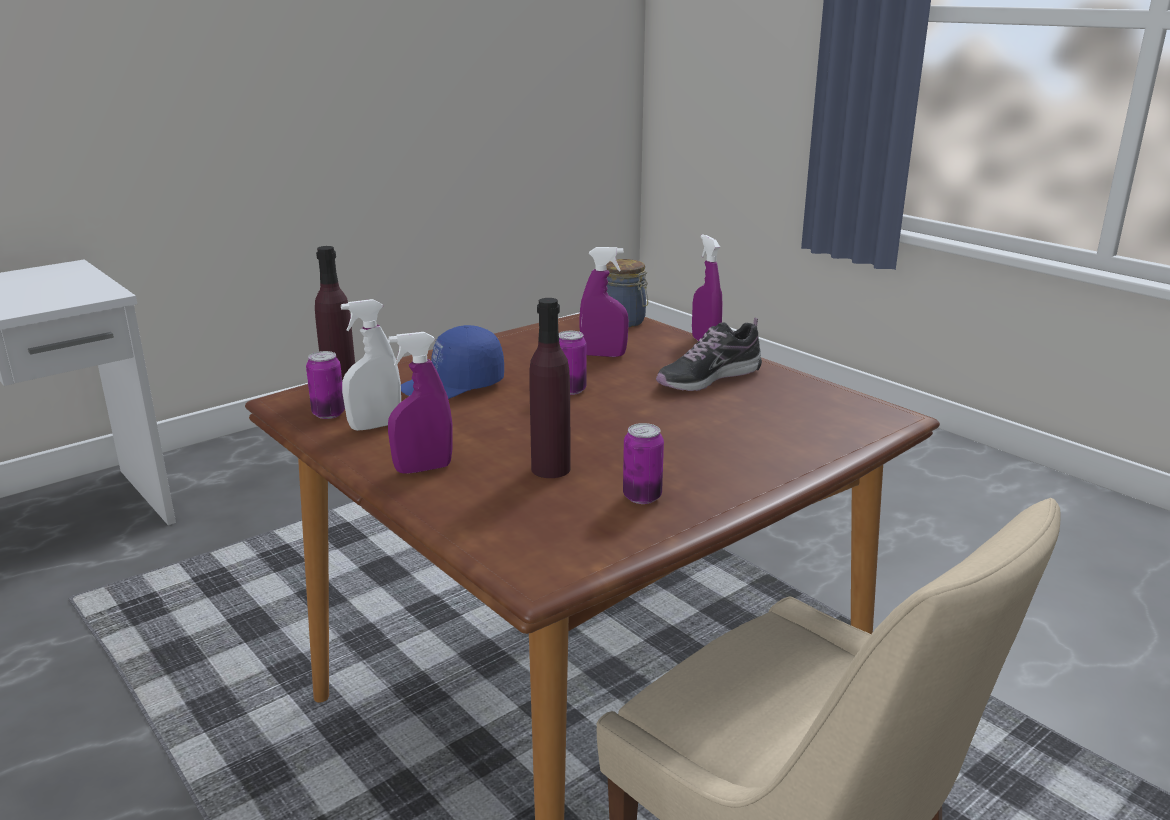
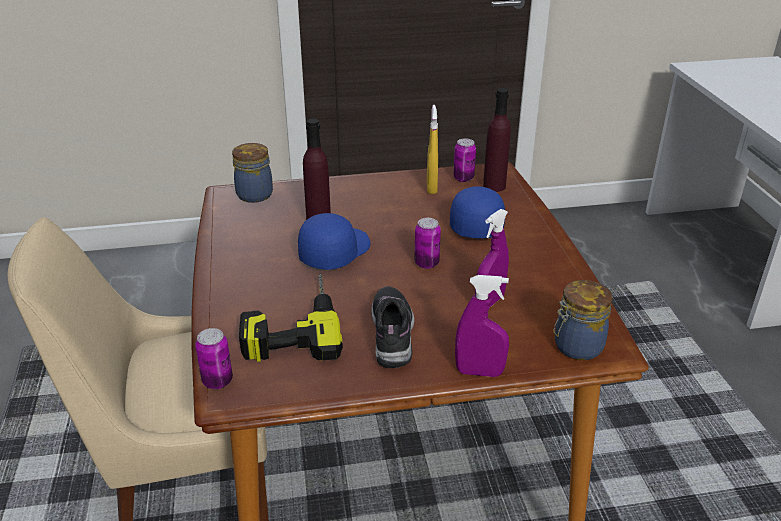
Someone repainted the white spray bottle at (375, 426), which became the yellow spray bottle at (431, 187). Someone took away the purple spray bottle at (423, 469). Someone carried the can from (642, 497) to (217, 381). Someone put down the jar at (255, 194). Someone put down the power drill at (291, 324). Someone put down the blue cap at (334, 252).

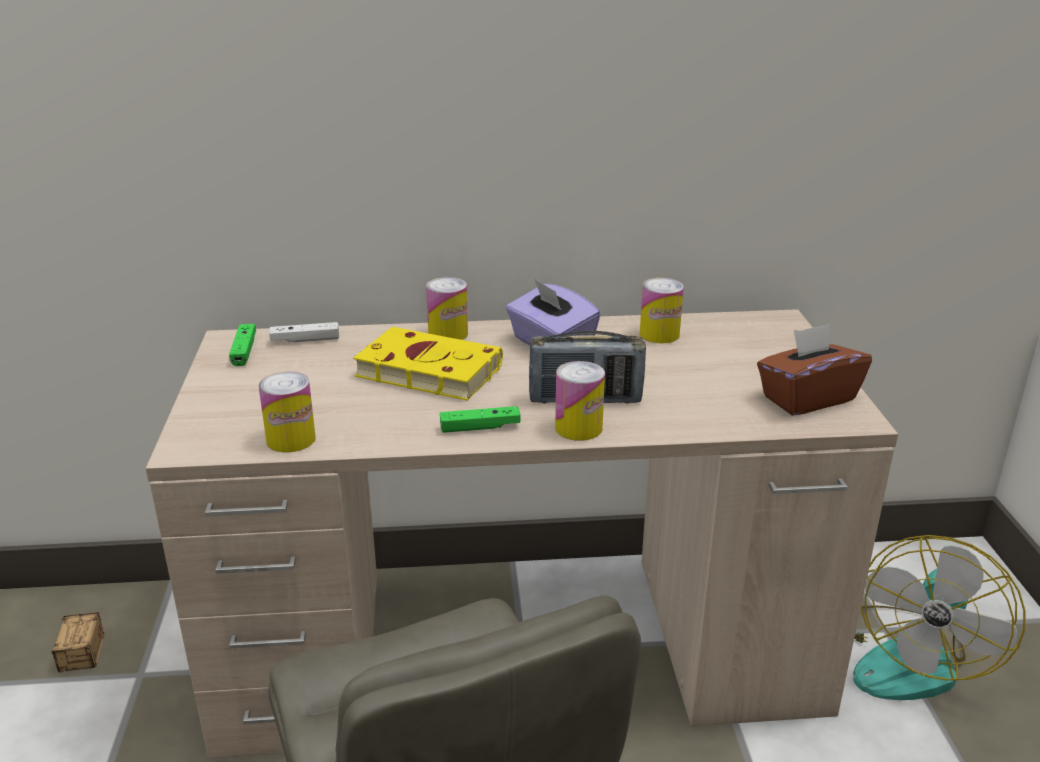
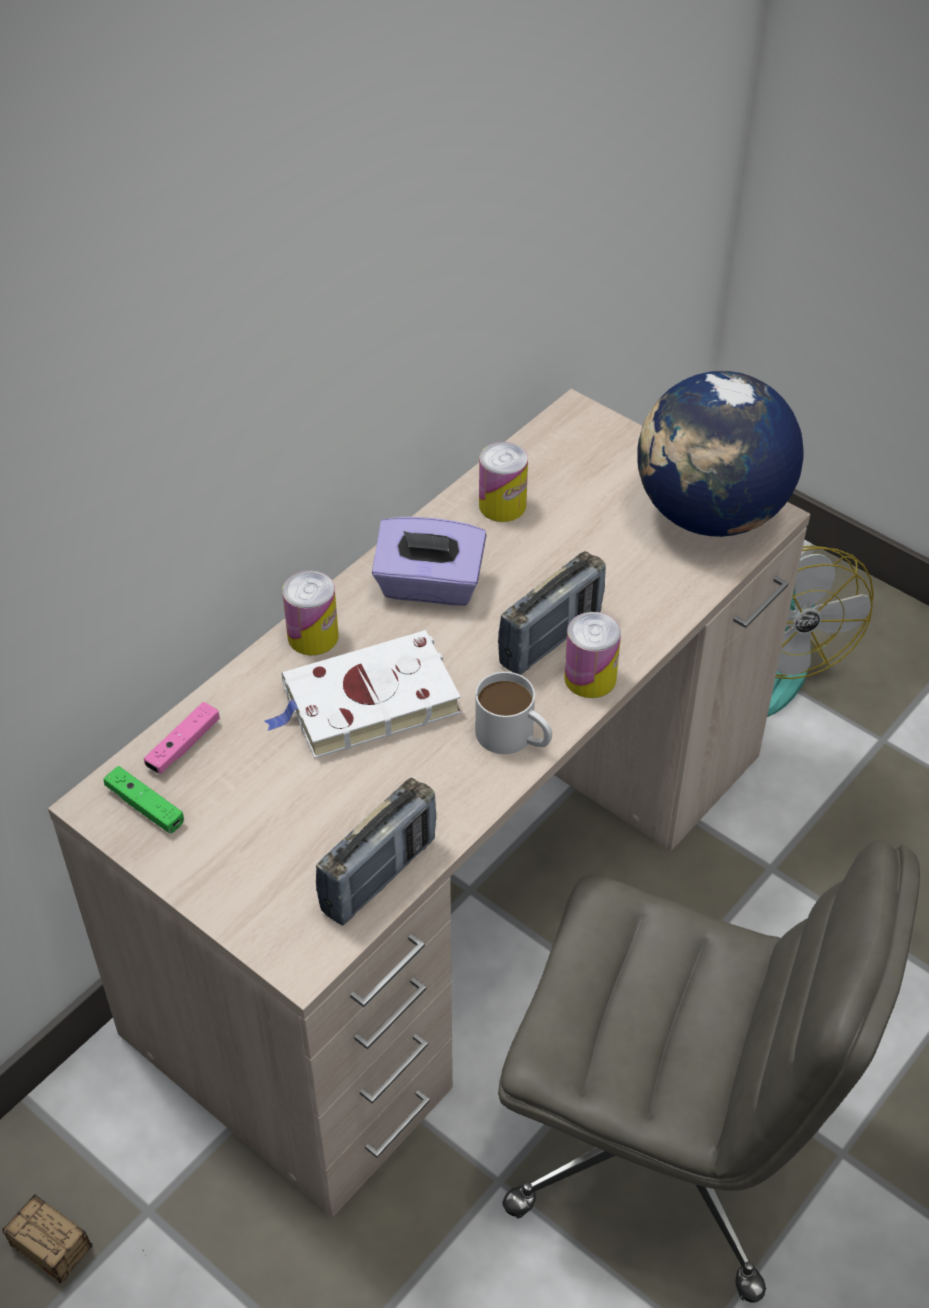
Someone swapped the can at (291, 439) for the radio at (379, 875). Someone repainted the white game controller at (305, 340), which became the pink game controller at (183, 745). Someone repainted the yellow book at (424, 371), which became the white book at (366, 703). Someone swapped the green game controller at (480, 427) for the white mug at (514, 737). Someone swapped the brown tissue box at (807, 398) for the globe at (710, 514).

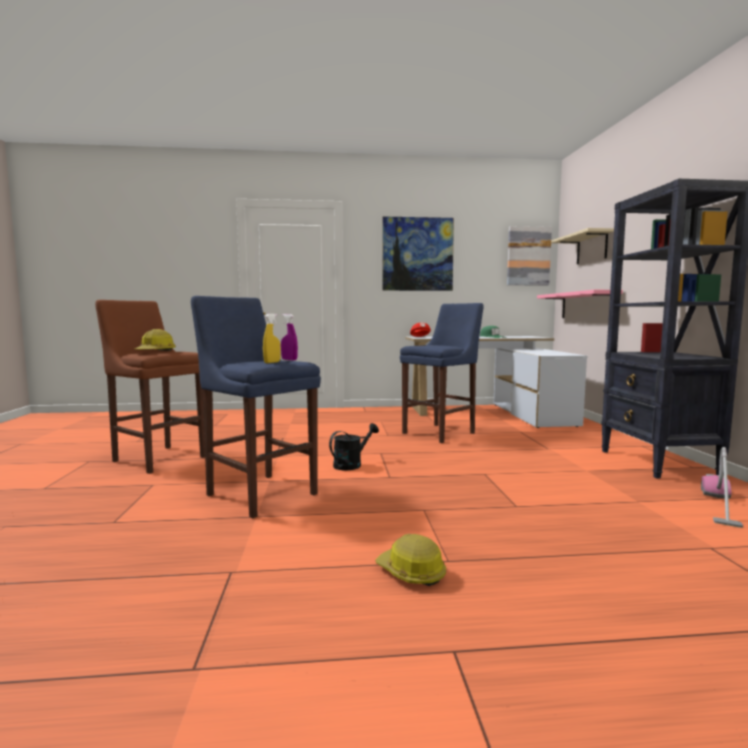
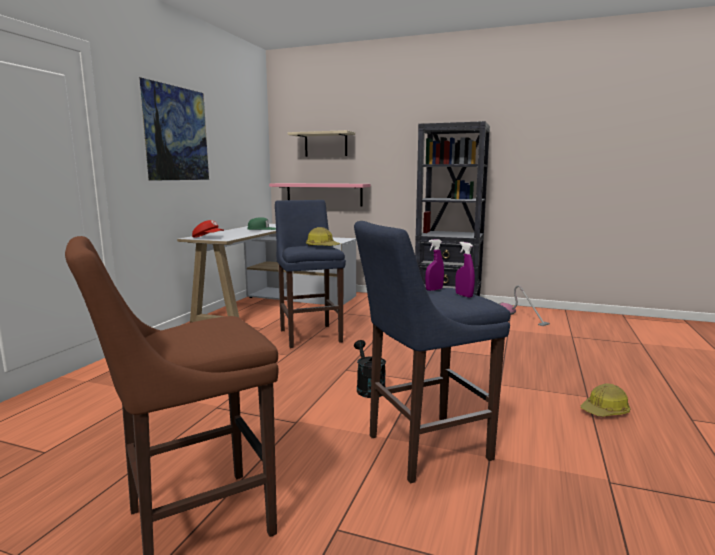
Someone carried the hard hat from (156, 352) to (322, 247). Someone repainted the yellow spray bottle at (272, 362), which became the purple spray bottle at (464, 295). Someone took away the picture at (528, 256).

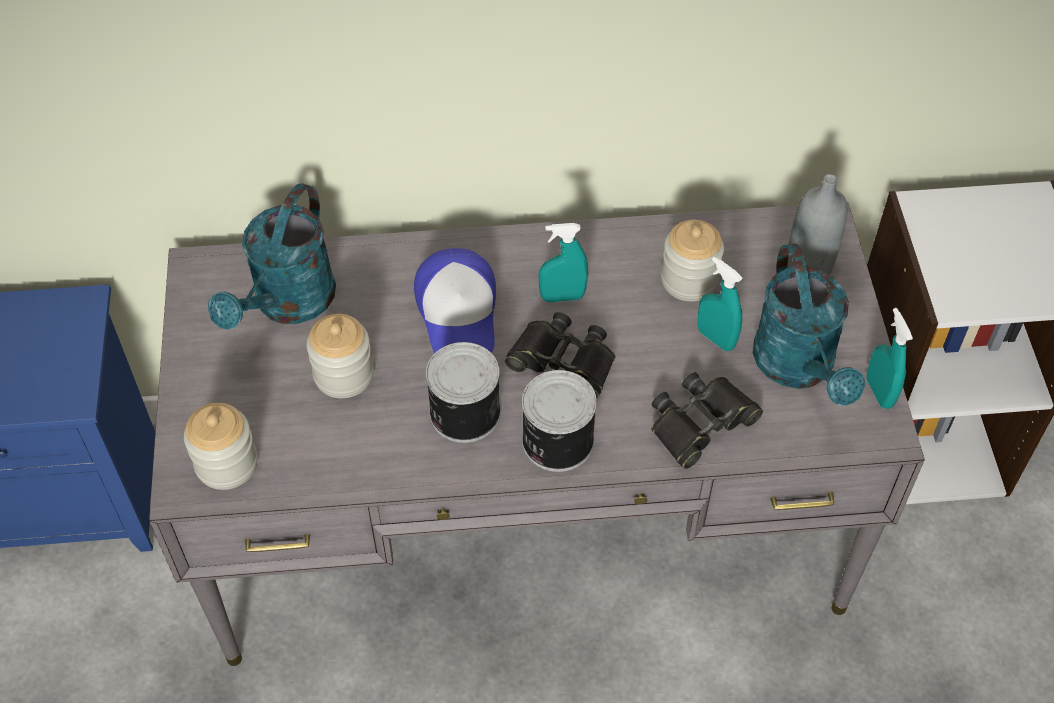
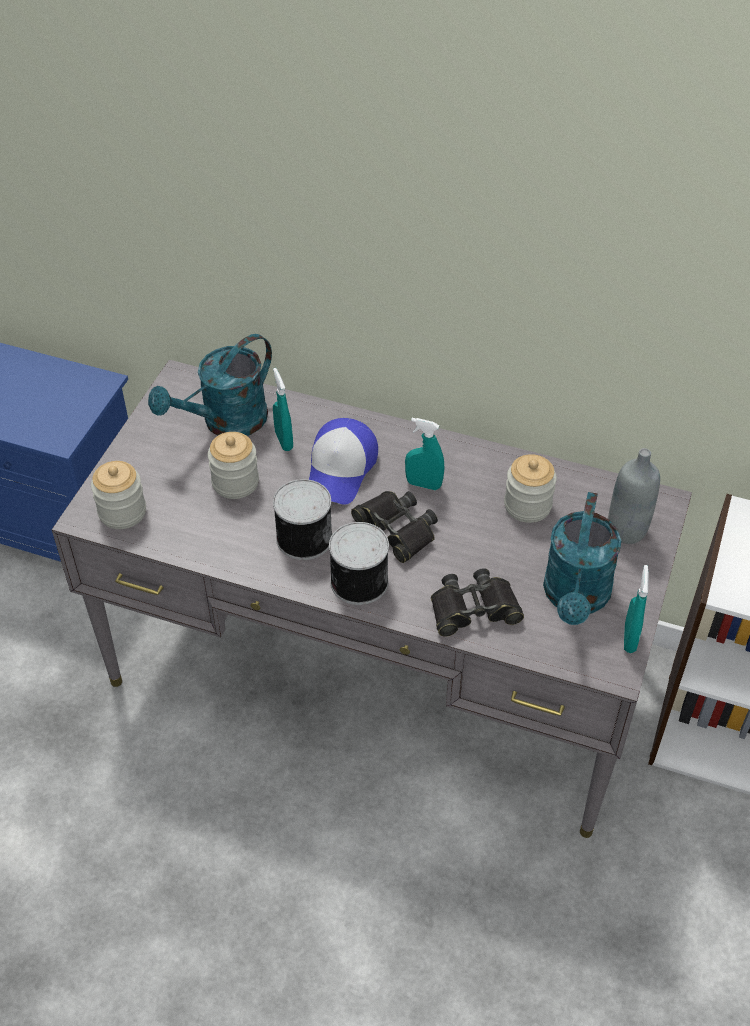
Someone carried the turquoise spray bottle from (716, 338) to (284, 441).

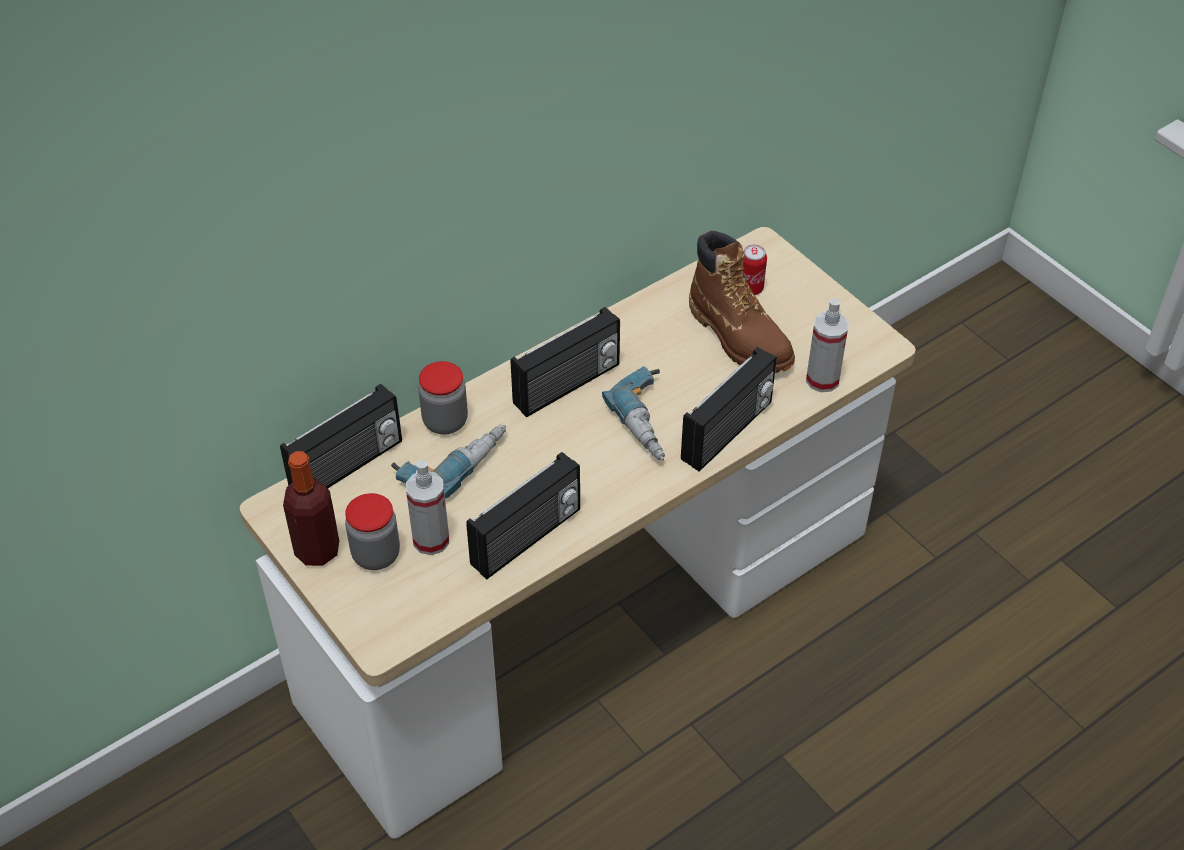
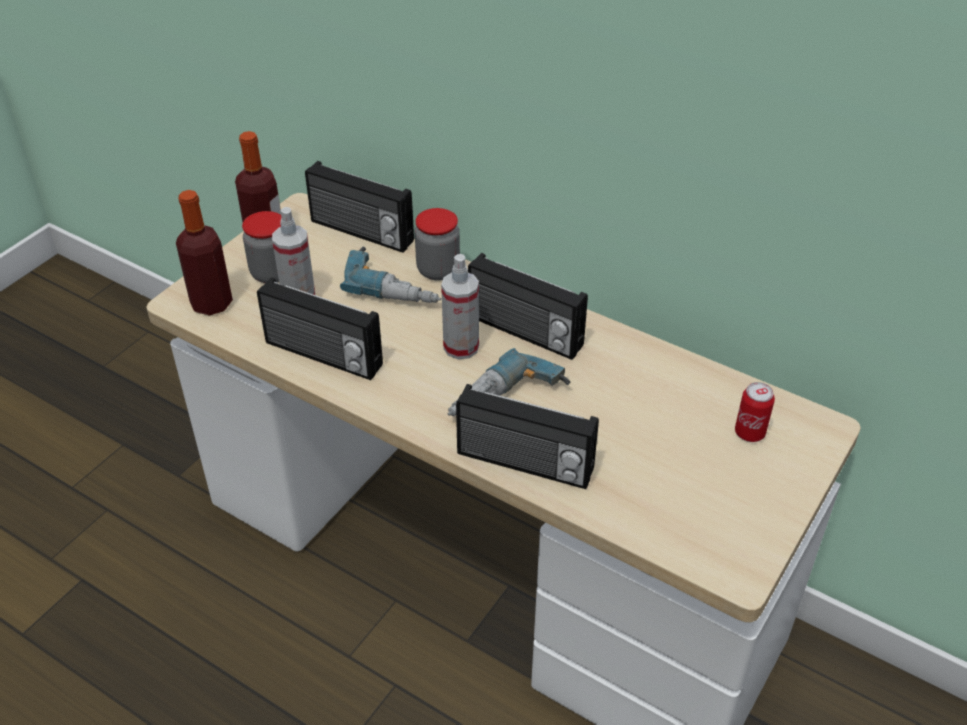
Someone took away the brown boot at (739, 337). Someone carried the spray bottle from (822, 380) to (461, 347). Someone put down the bottle at (211, 303).

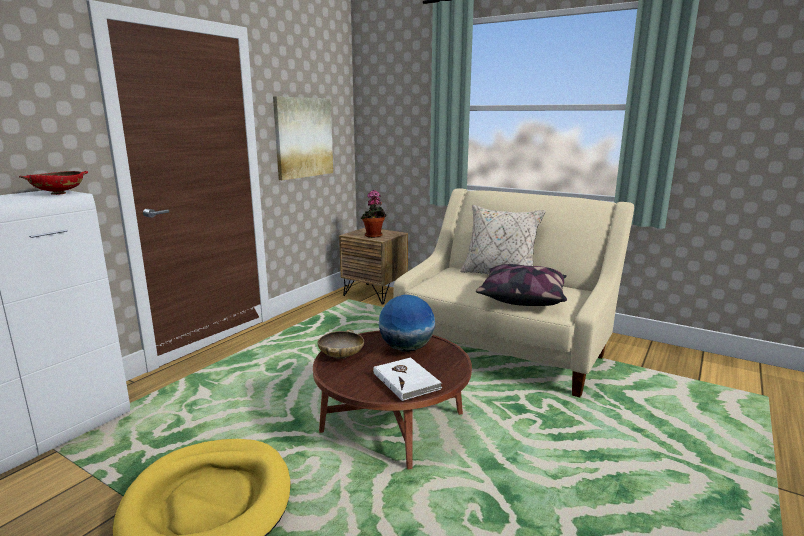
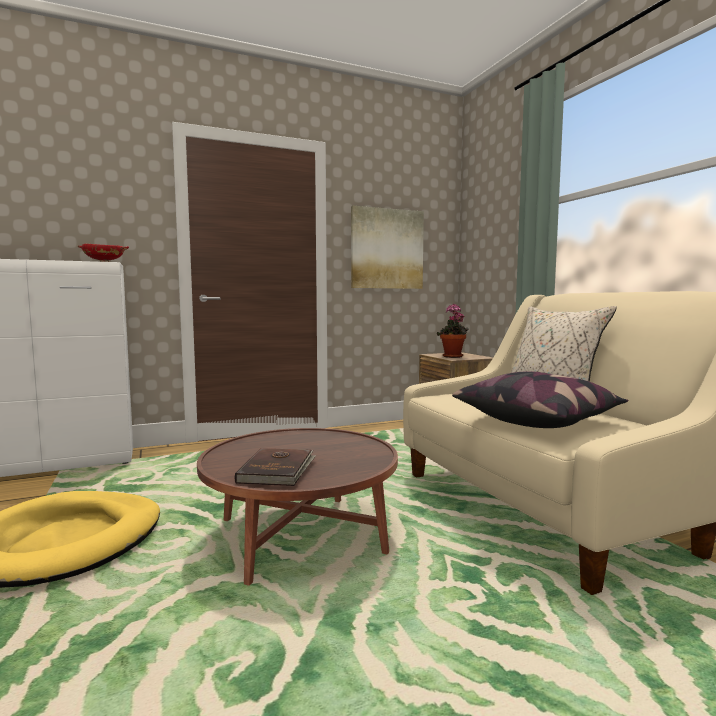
Someone took away the beige bowl at (341, 356). Someone repainted the white book at (407, 380), which became the brown book at (278, 470). Someone took away the globe at (406, 348).

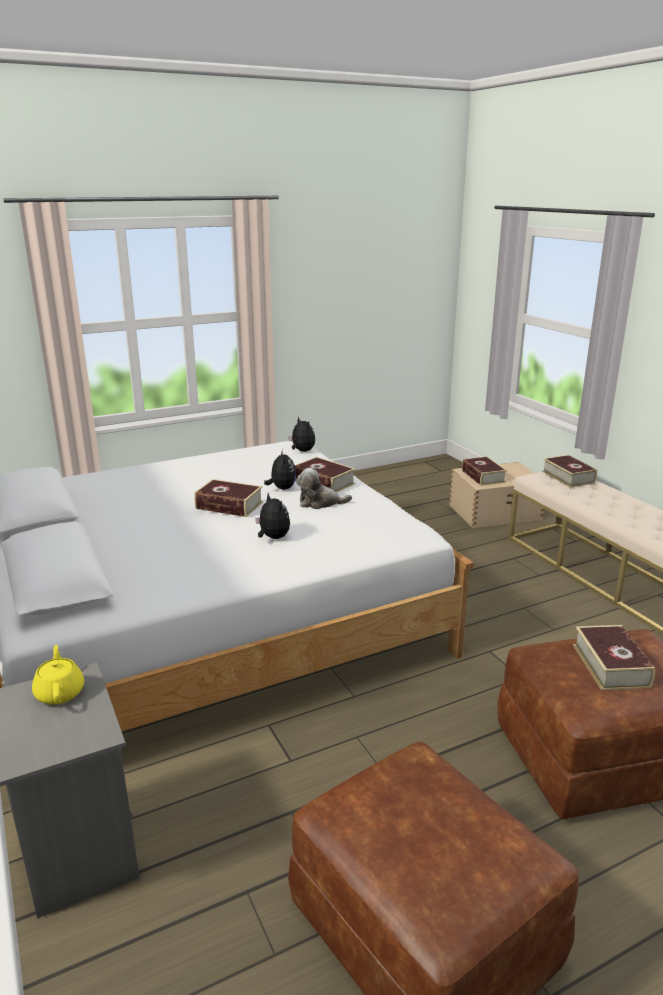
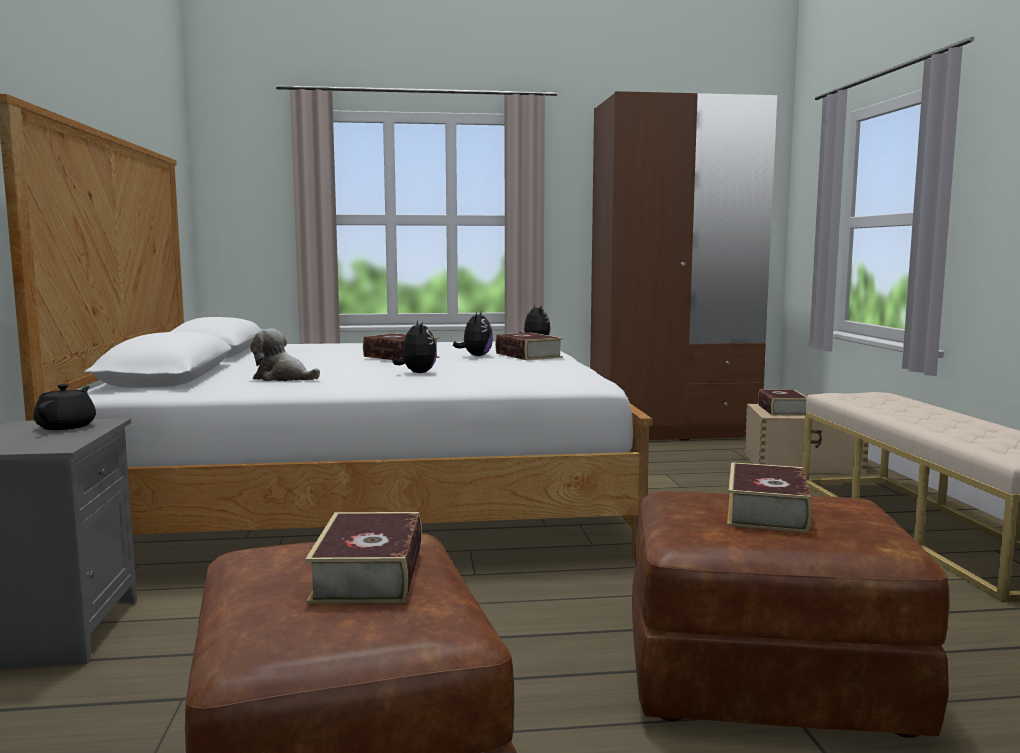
Someone repainted the yellow teapot at (60, 692), which became the black teapot at (67, 426). Someone carried the plush toy from (320, 503) to (283, 378). Someone carried the book from (568, 477) to (369, 574). Someone put down the brown wardrobe at (672, 431).

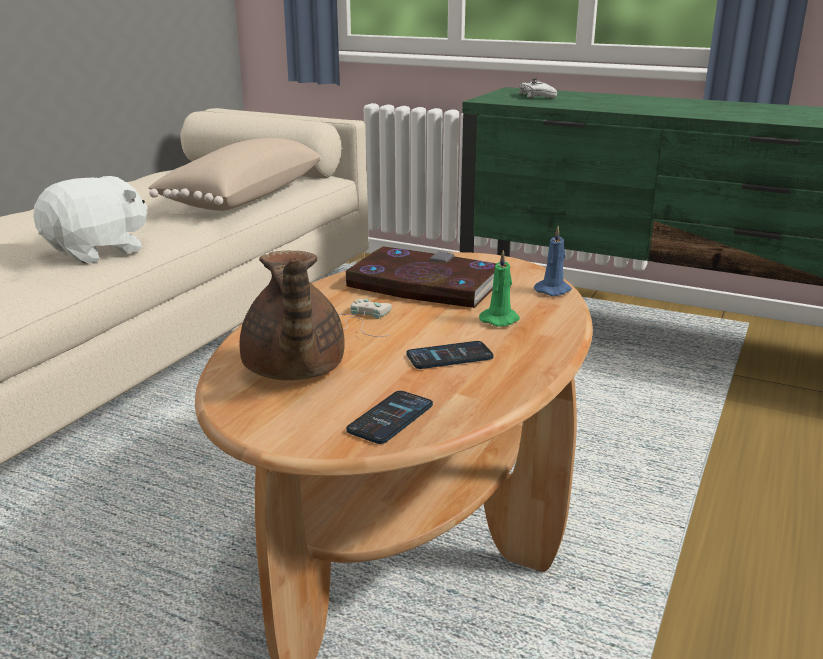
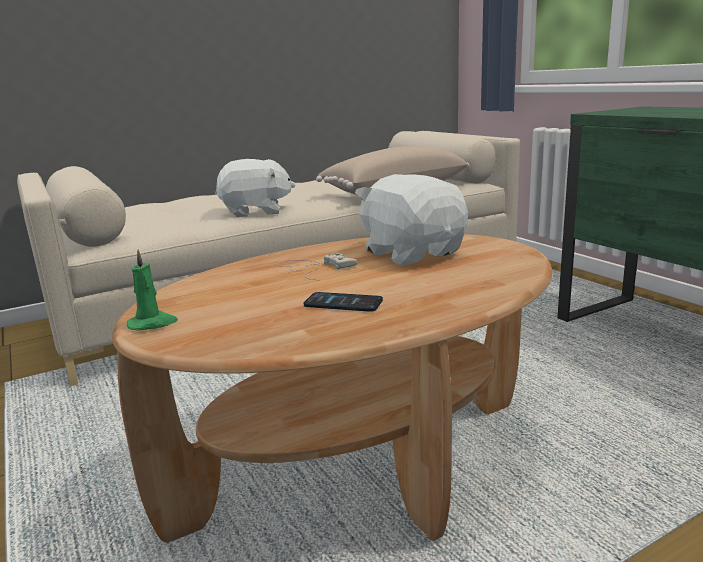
Someone took away the brown teapot at (293, 371). Someone swapped the book at (423, 284) for the white plush toy at (412, 253). Someone took away the phone at (390, 418). Someone carried the green candle from (500, 319) to (153, 324). Someone took away the white game controller at (536, 96). Someone took away the blue candle at (553, 290).

